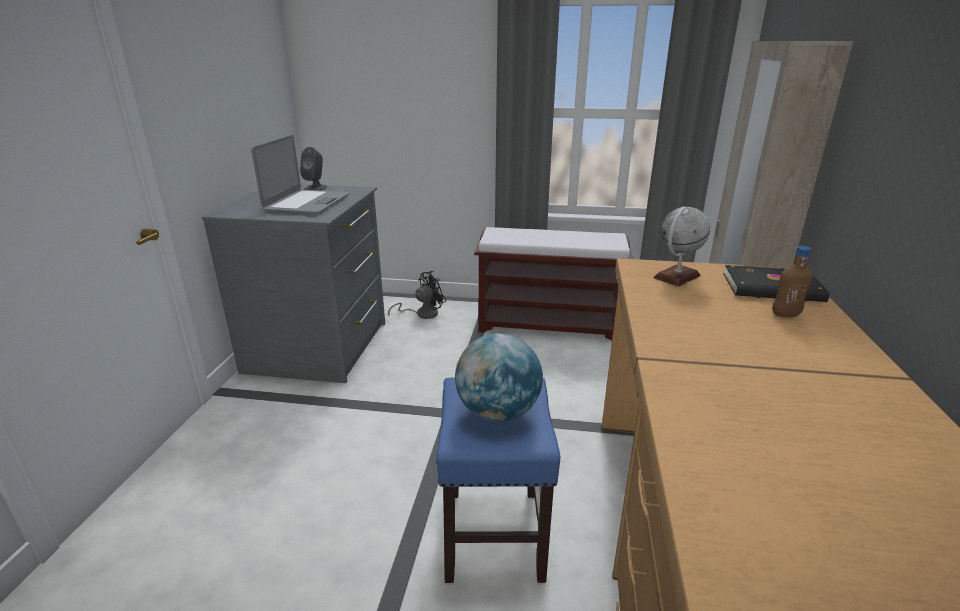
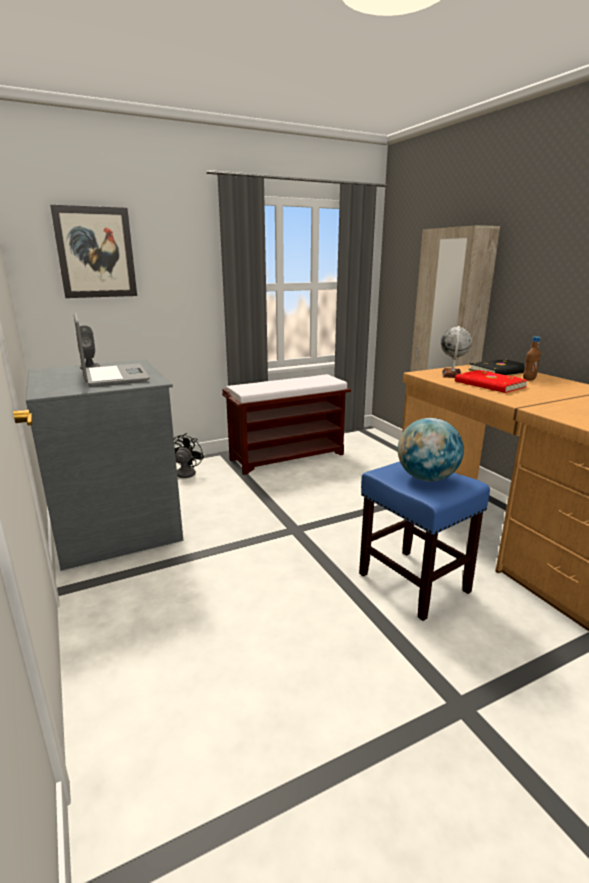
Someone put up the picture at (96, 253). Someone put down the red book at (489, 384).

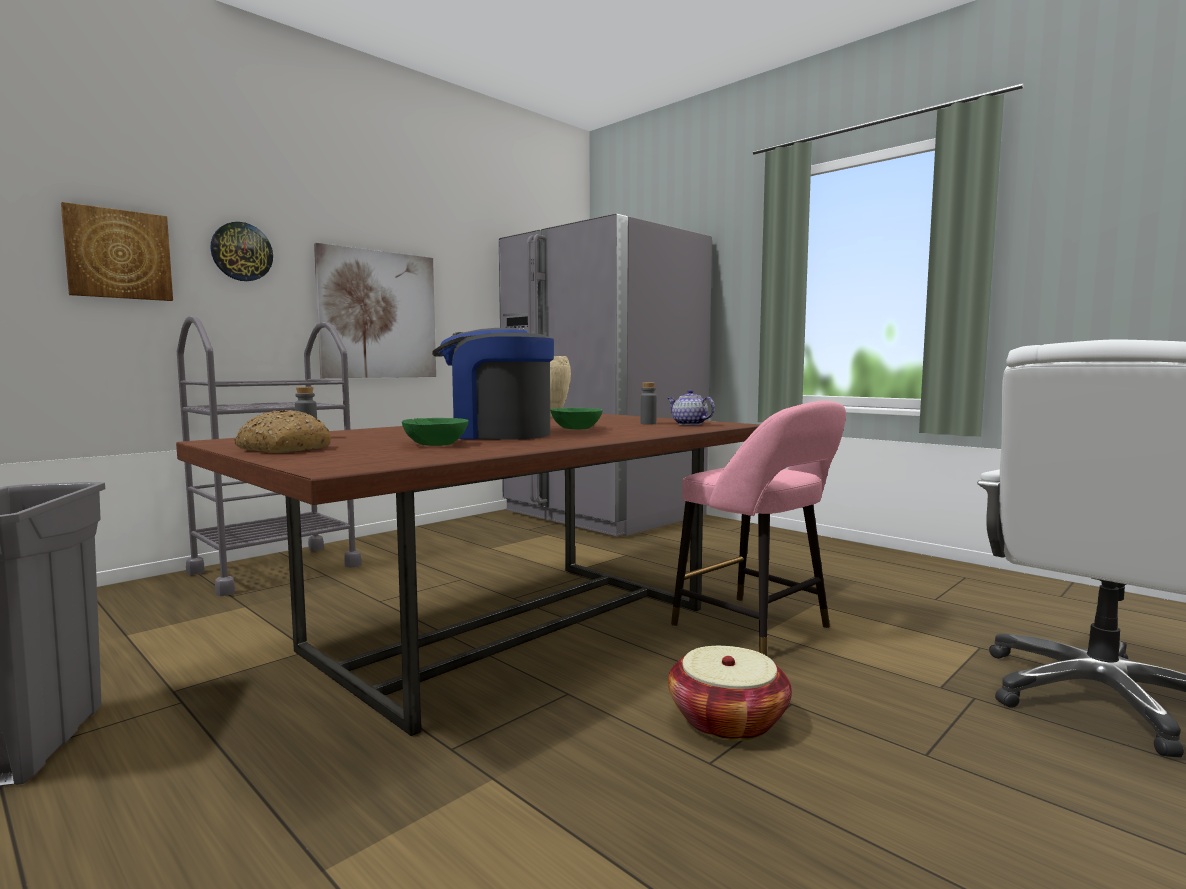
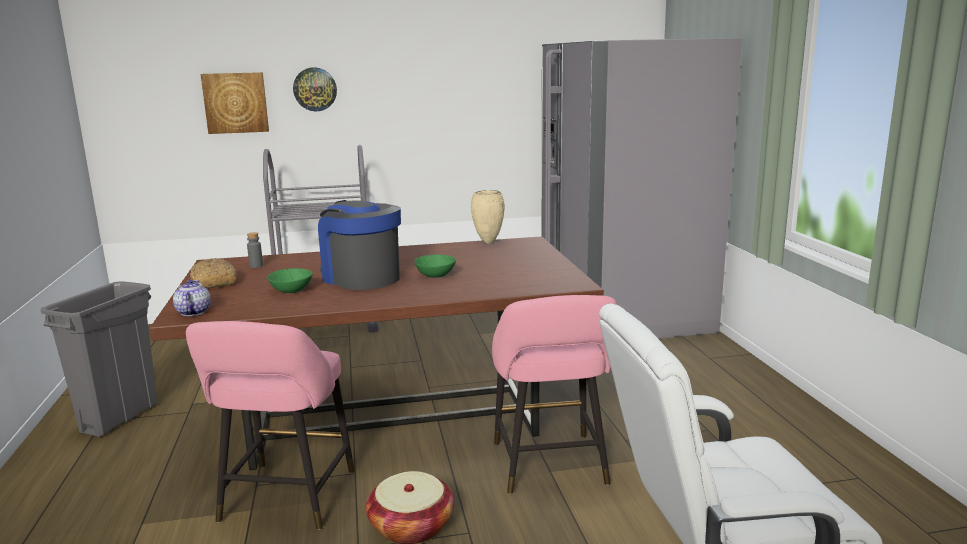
Someone took away the picture at (378, 315). Someone took away the grey bottle at (648, 423). Someone carried the teapot from (689, 424) to (193, 312). Someone put down the pink stool at (285, 500).

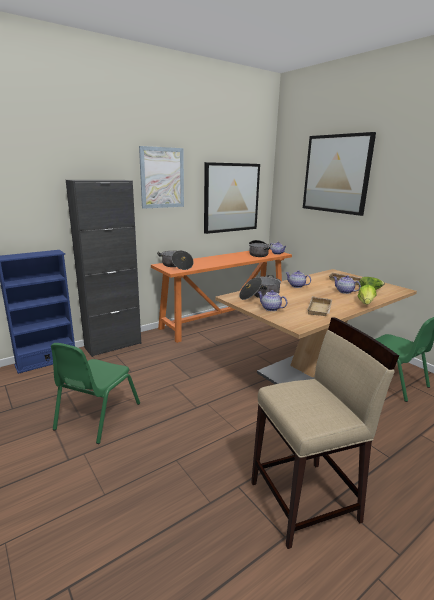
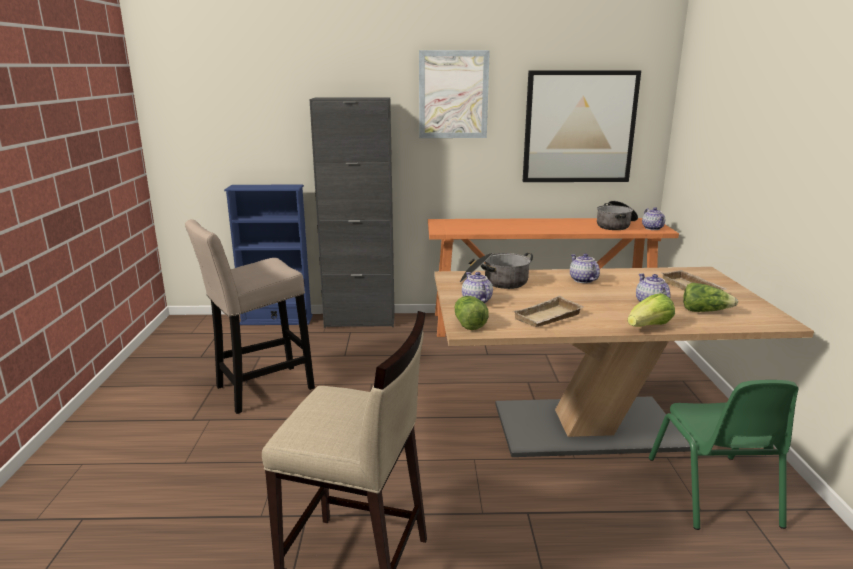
Someone swapped the green chair at (97, 416) for the beige stool at (259, 389). Someone took away the cooking pot at (176, 266). Someone took away the picture at (336, 174). Someone put down the lettuce at (468, 323).

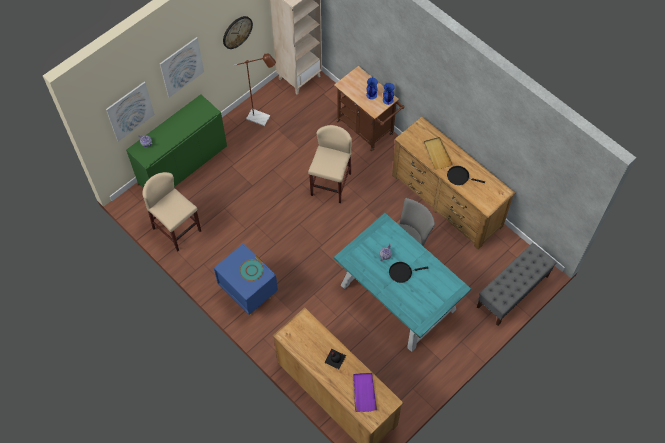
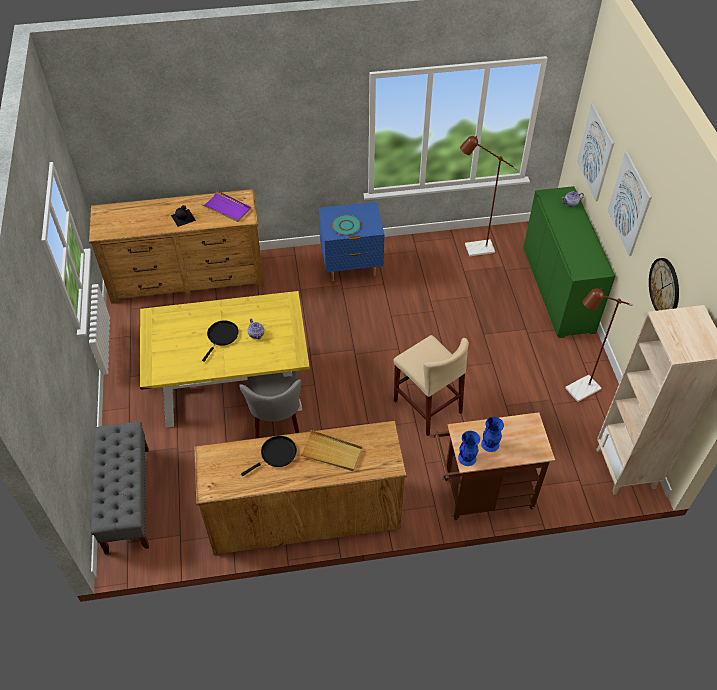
Someone swapped the beige stool at (177, 229) for the brown floor lamp at (474, 249). Someone repainted the turquoise dining table at (397, 297), which became the yellow dining table at (232, 383). Someone carried the purple tray from (364, 392) to (227, 208).

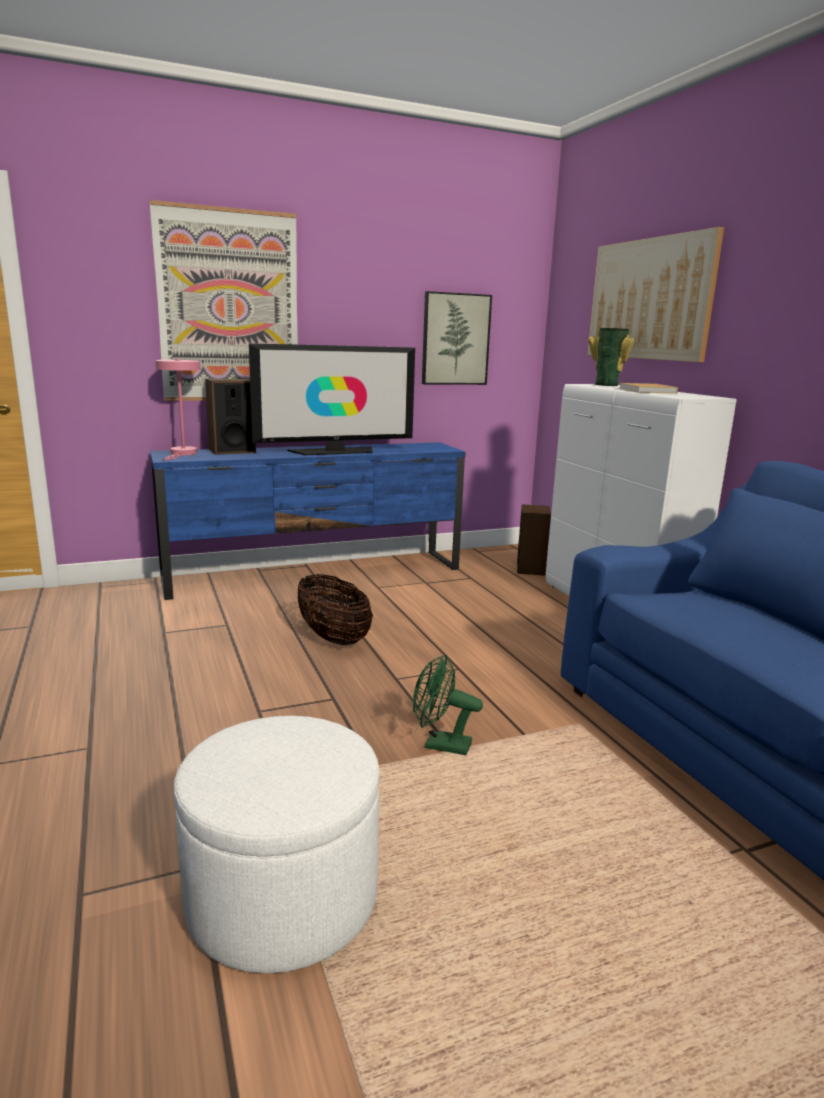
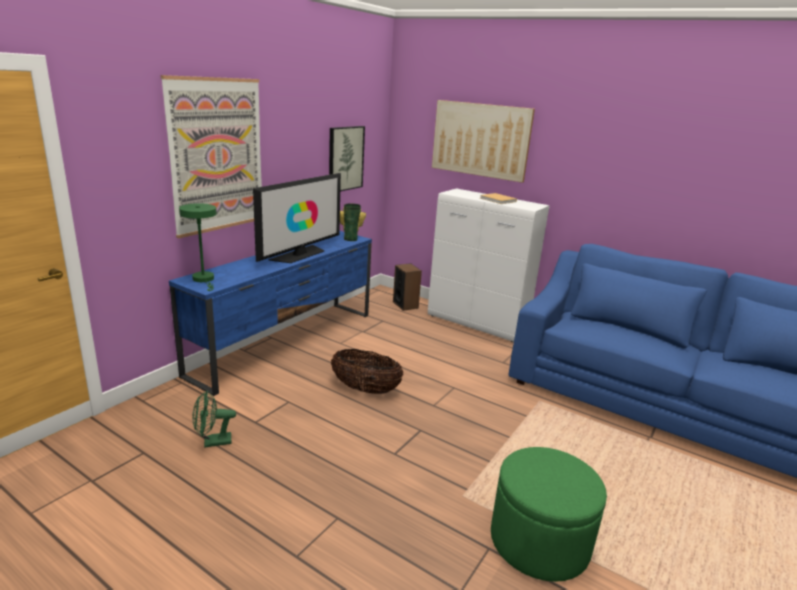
Someone repainted the pink table lamp at (182, 454), which became the green table lamp at (204, 280). Someone repainted the white ottoman at (282, 897), which became the green ottoman at (539, 542). Someone took away the speaker at (232, 451). Someone carried the green fan from (440, 744) to (212, 442). Someone carried the vase from (608, 385) to (351, 238).

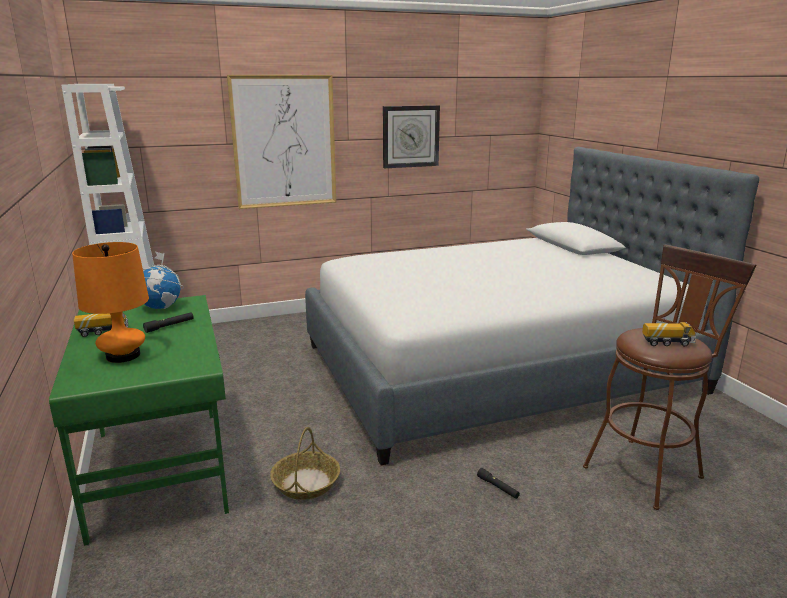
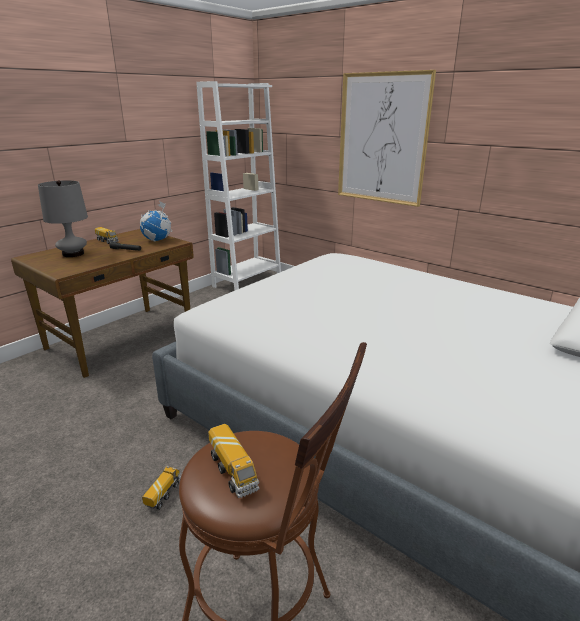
Someone repainted the green desk at (161, 468), which became the brown desk at (122, 339). Someone repainted the orange table lamp at (123, 355), which became the grey table lamp at (73, 254). Someone took away the basket at (306, 483). Someone took away the wall clock at (410, 136). Someone swapped the black flashlight at (498, 487) for the toy truck at (163, 494).

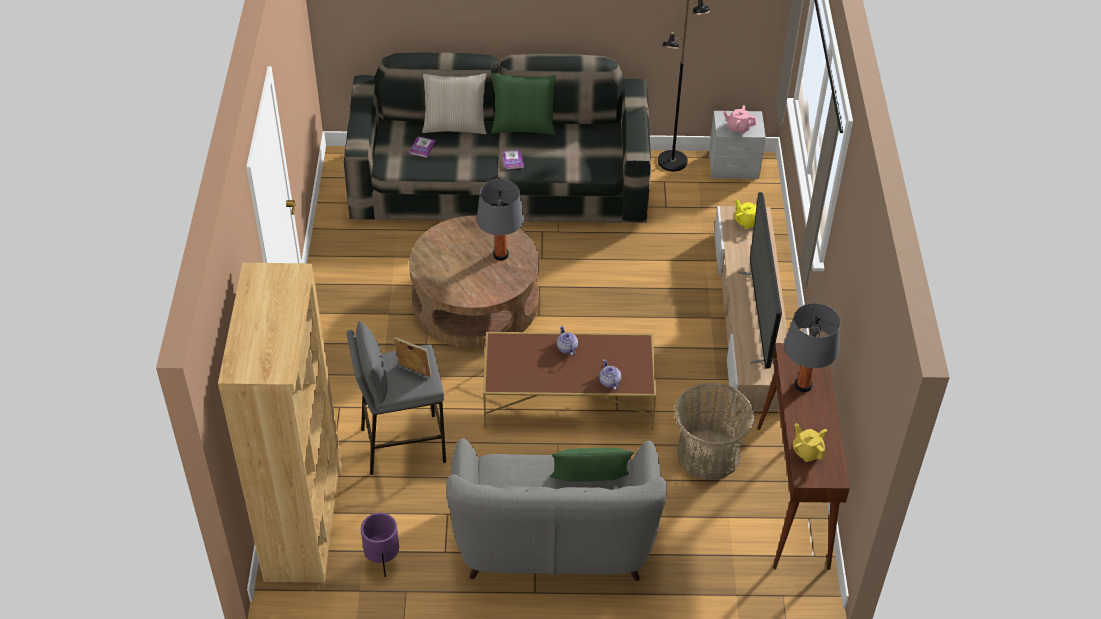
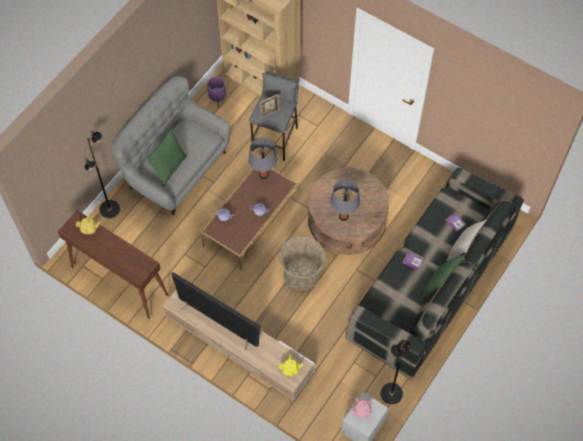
Someone carried the basket from (708, 454) to (301, 273). Someone carried the grey table lamp from (803, 385) to (263, 175). Someone put down the black floor lamp at (110, 209).

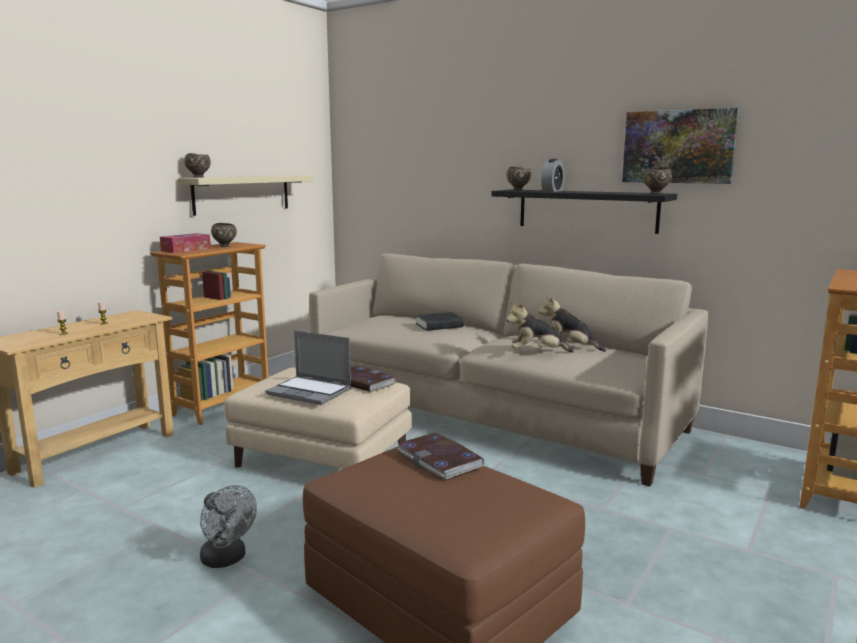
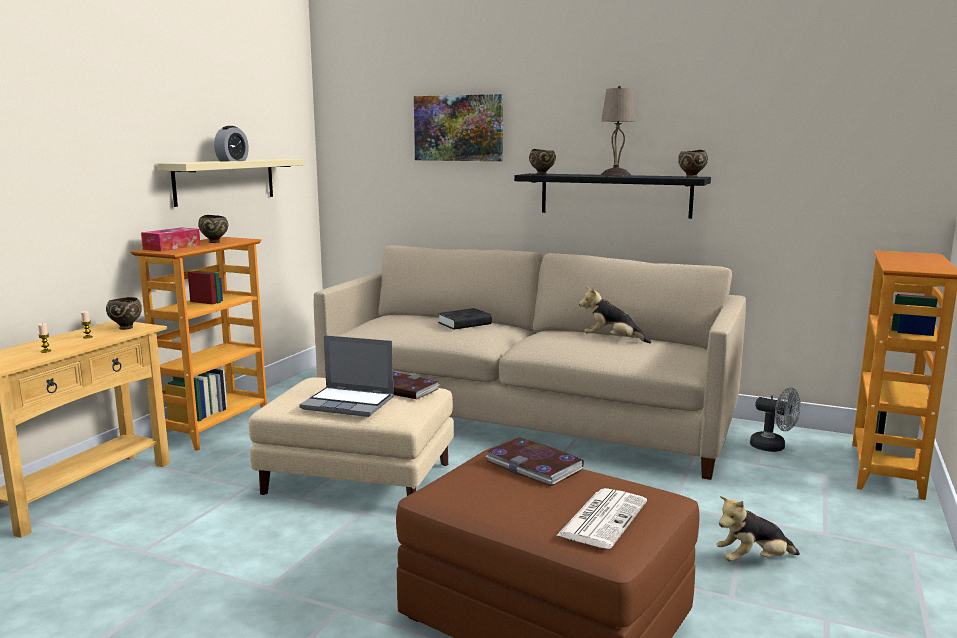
Someone carried the brown bowl from (198, 177) to (126, 328). Someone carried the grey fan from (227, 559) to (773, 447). Someone carried the plush toy from (536, 352) to (753, 561). Someone carried the alarm clock from (552, 191) to (232, 160). Someone carried the picture from (678, 147) to (458, 128). Someone put down the newspaper at (602, 518). Someone put down the beige table lamp at (615, 175).

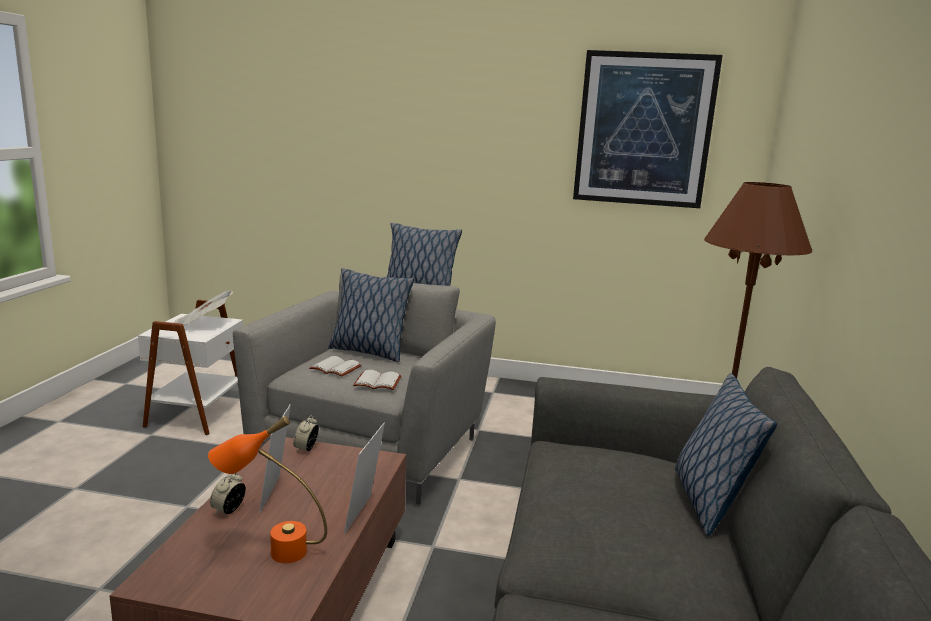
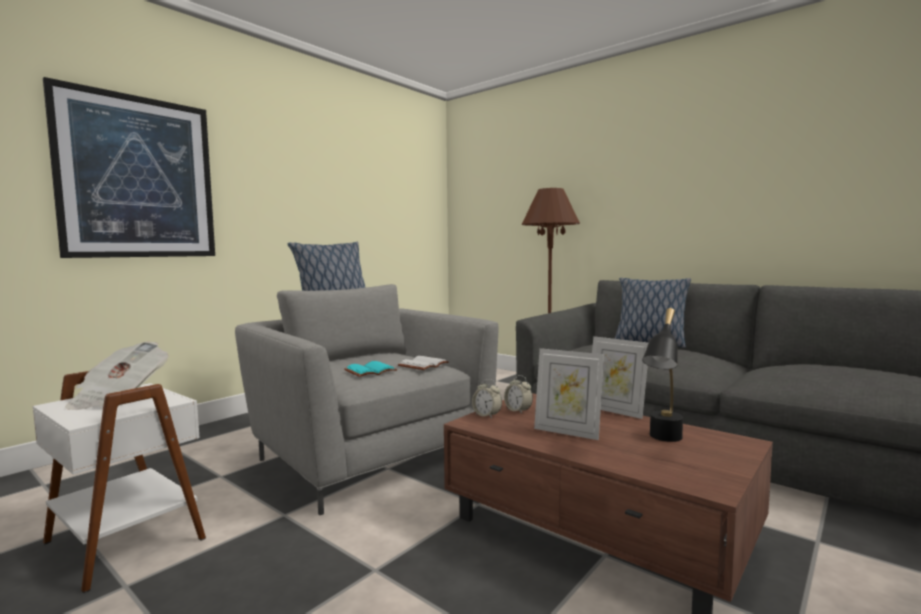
Someone repainted the orange table lamp at (271, 551), which became the black table lamp at (663, 441). Someone carried the alarm clock from (229, 510) to (518, 411). Someone repainted the white book at (334, 368), which became the turquoise book at (370, 371). Someone took away the pillow at (368, 352). Someone carried the picture from (644, 130) to (138, 177).

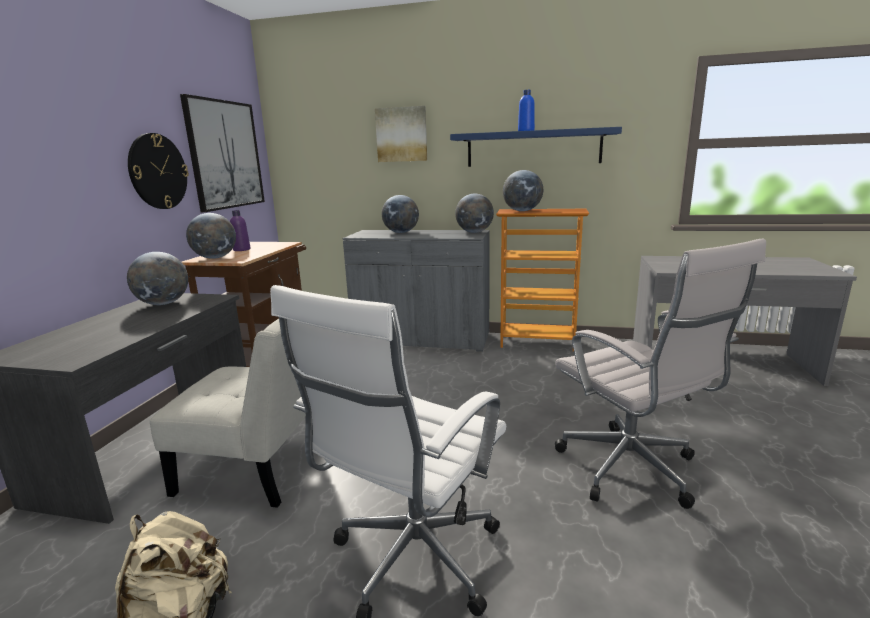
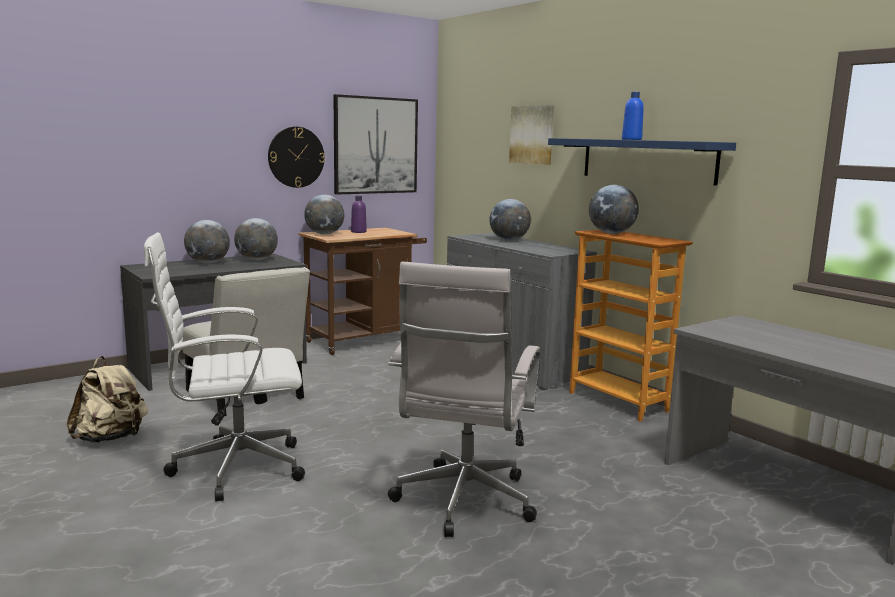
Someone carried the globe from (474, 232) to (208, 263).

